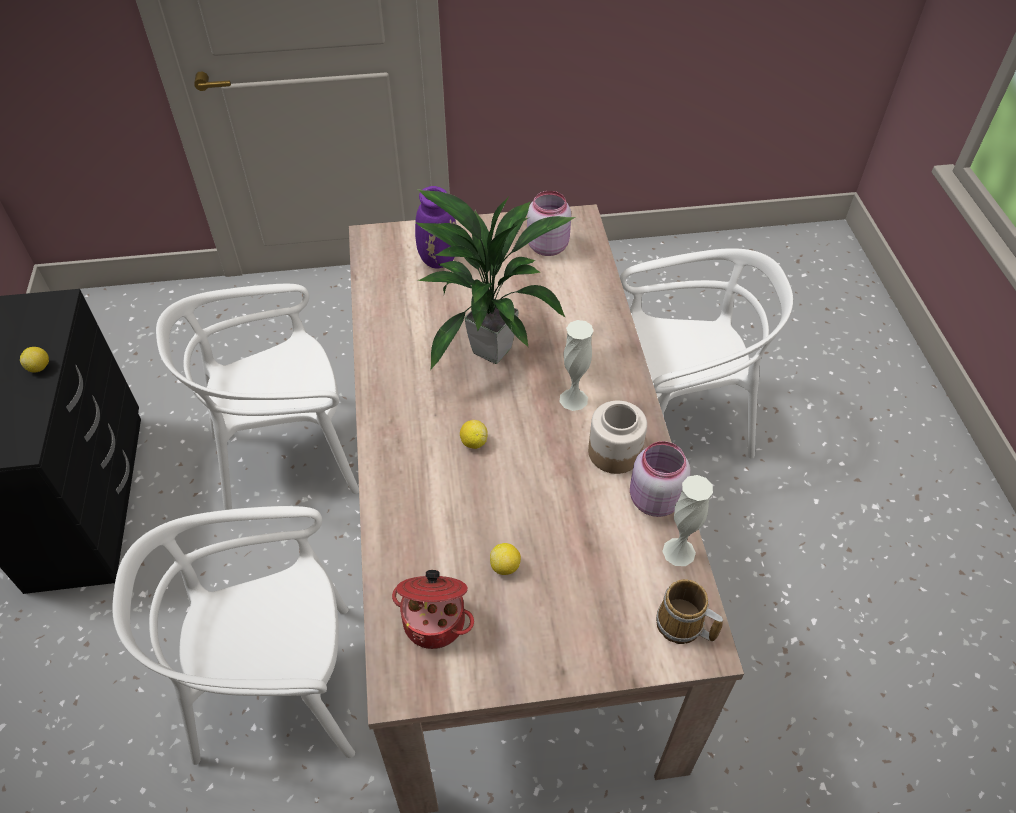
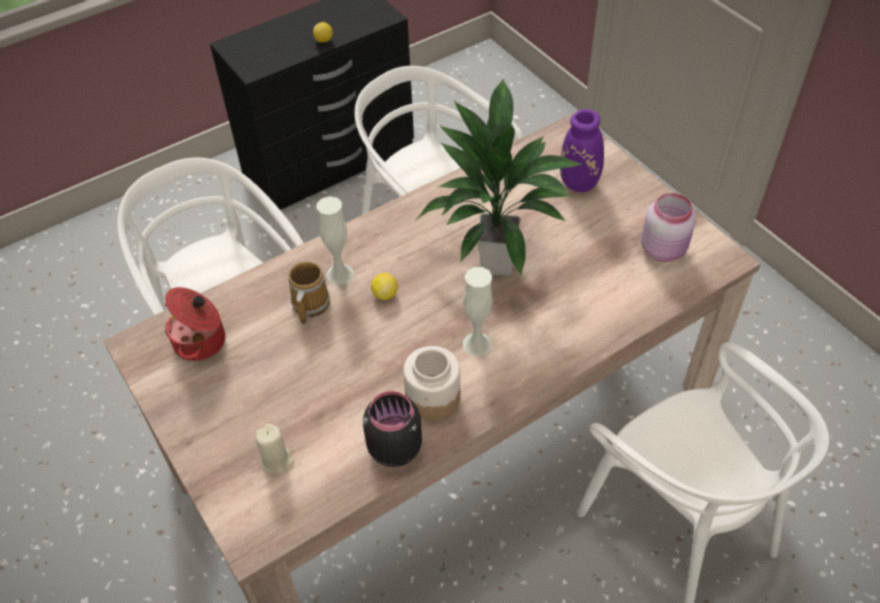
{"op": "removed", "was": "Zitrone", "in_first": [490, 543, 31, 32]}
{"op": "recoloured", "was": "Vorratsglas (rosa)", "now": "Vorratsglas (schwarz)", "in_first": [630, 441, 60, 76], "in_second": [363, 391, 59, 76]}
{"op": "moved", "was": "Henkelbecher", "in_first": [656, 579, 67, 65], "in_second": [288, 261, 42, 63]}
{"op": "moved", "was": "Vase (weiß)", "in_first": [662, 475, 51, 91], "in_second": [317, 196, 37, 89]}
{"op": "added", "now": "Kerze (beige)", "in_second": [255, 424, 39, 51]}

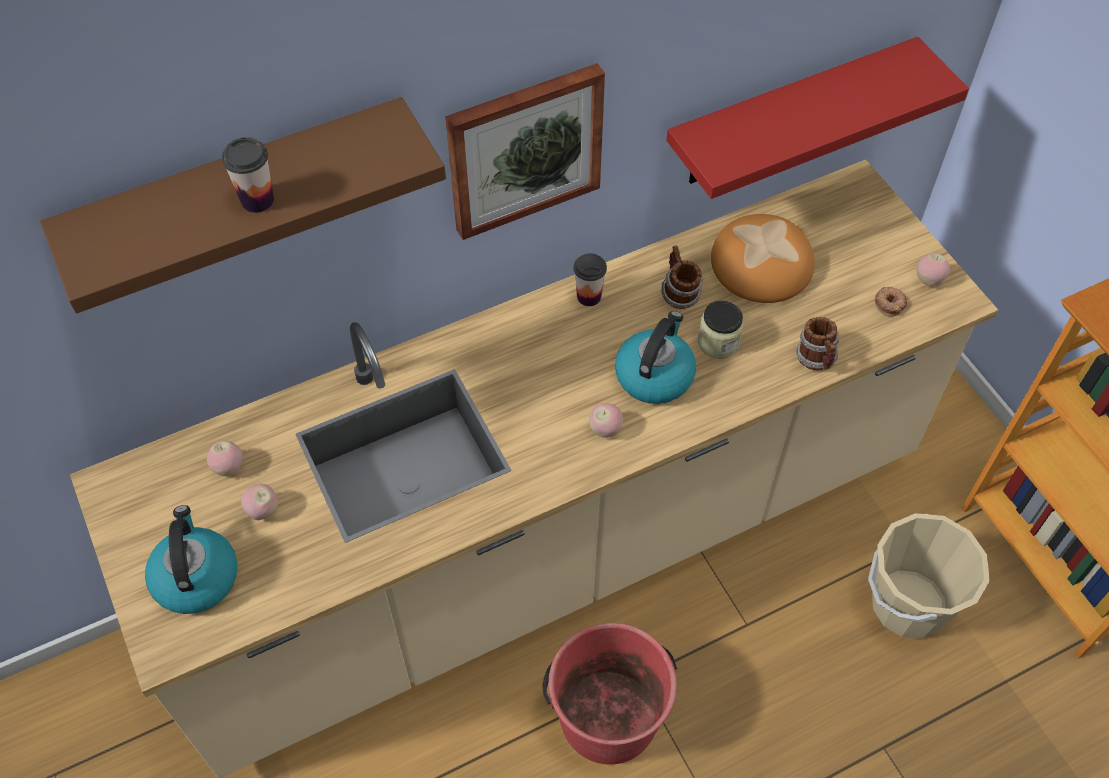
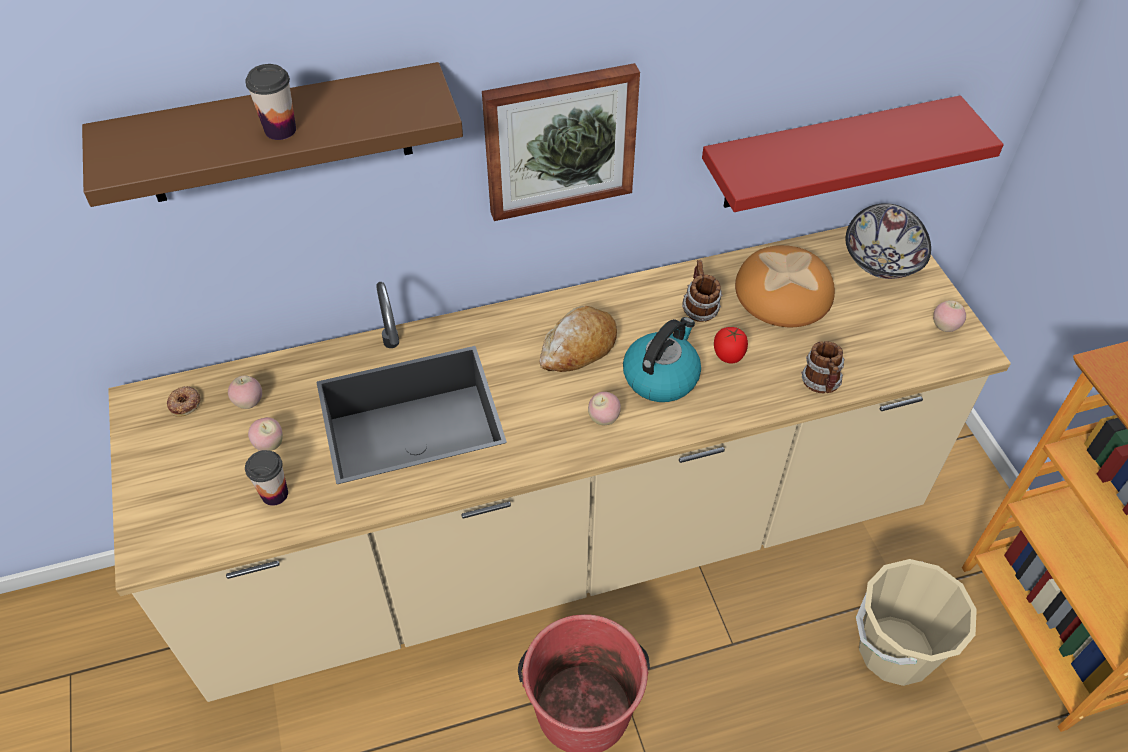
{"op": "removed", "was": "Wasserkessel", "in_first": [145, 505, 92, 109]}
{"op": "moved", "was": "Tasse", "in_first": [574, 253, 33, 53], "in_second": [245, 450, 43, 56]}
{"op": "replaced", "was": "Vorratsglas", "now": "Tomate", "in_first": [698, 301, 46, 58], "in_second": [714, 327, 34, 37]}
{"op": "moved", "was": "Donut", "in_first": [875, 287, 32, 30], "in_second": [167, 386, 34, 31]}
{"op": "added", "now": "Brot", "in_second": [539, 306, 78, 66]}
{"op": "added", "now": "Schüssel", "in_second": [846, 203, 85, 76]}

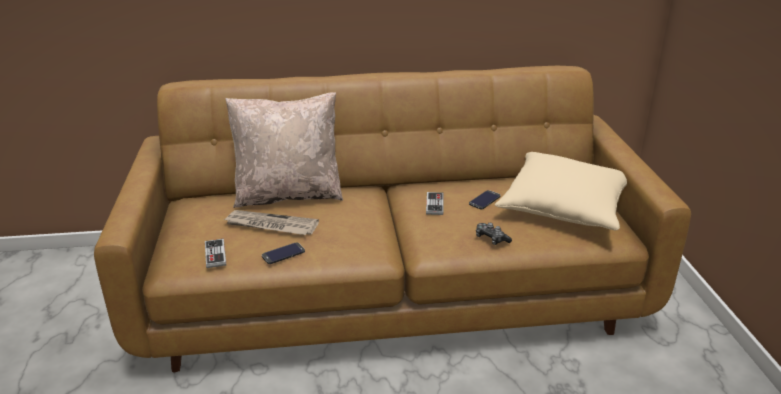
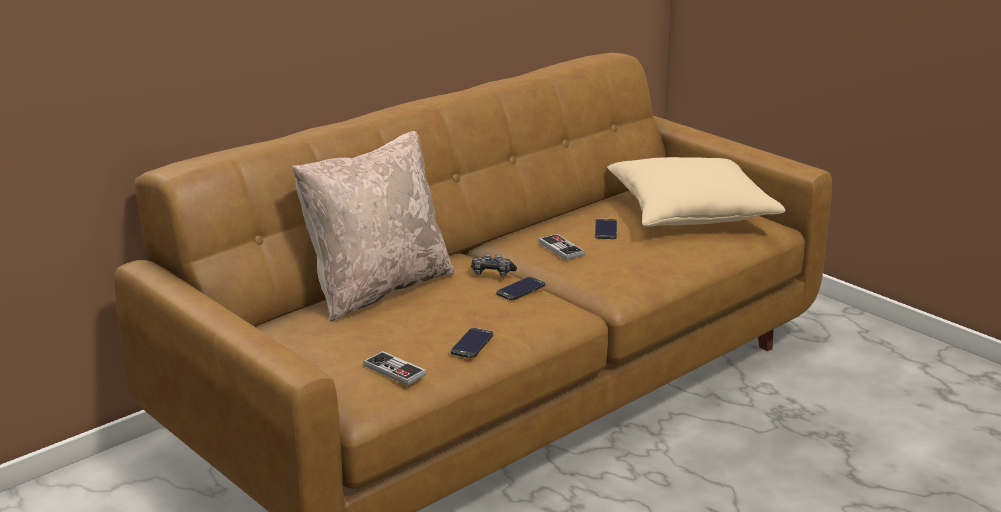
{"op": "removed", "was": "Zeitung", "in_first": [223, 210, 96, 25]}
{"op": "moved", "was": "Gamepad", "in_first": [476, 223, 36, 22], "in_second": [471, 253, 46, 24]}
{"op": "added", "now": "Handy", "in_second": [496, 277, 50, 23]}

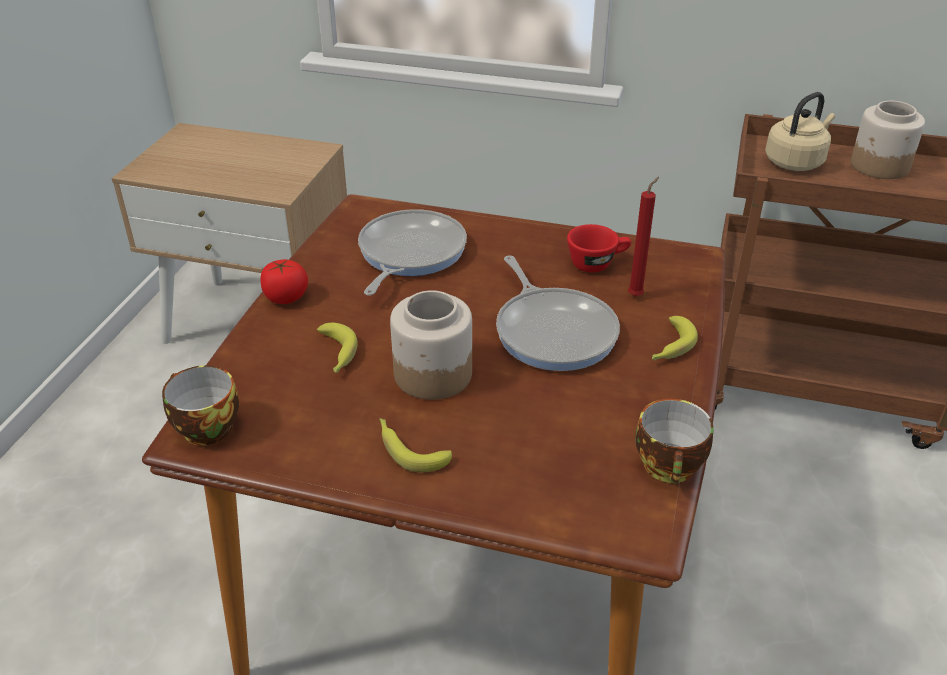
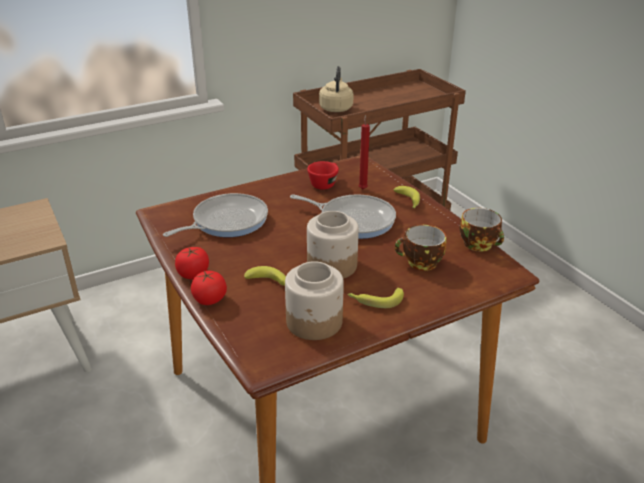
{"op": "moved", "was": "Tasse", "in_first": [162, 365, 77, 81], "in_second": [395, 225, 51, 46]}
{"op": "turned", "was": "Pfanne", "in_first": [358, 209, 109, 86], "in_second": [163, 193, 105, 44], "clockwise": 75}
{"op": "moved", "was": "Vorratsglas", "in_first": [851, 101, 74, 78], "in_second": [285, 261, 59, 79]}
{"op": "added", "now": "Tomate", "in_second": [191, 271, 36, 34]}

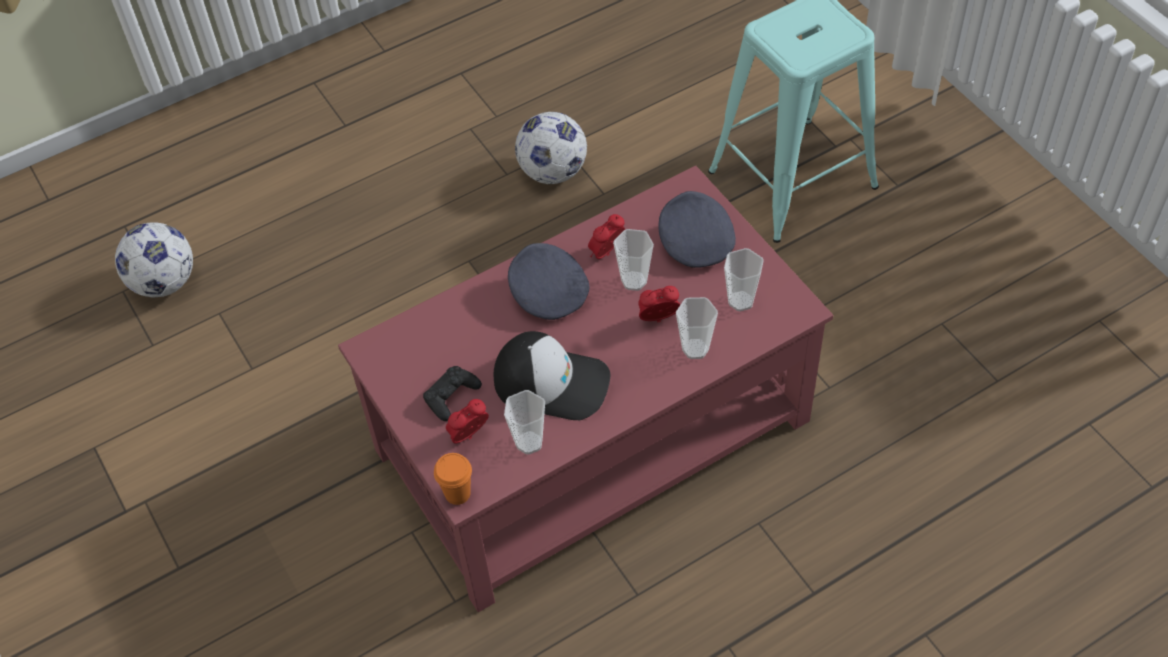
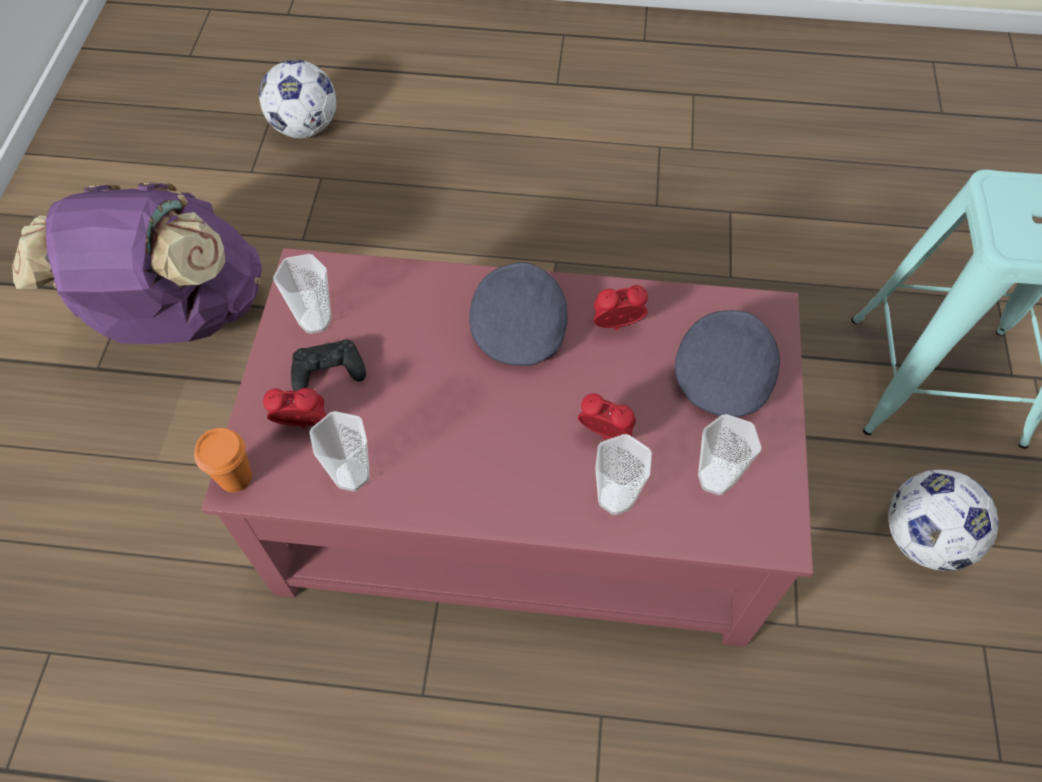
{"op": "removed", "was": "Kappe", "in_first": [494, 331, 116, 89]}
{"op": "moved", "was": "Fußball", "in_first": [515, 112, 72, 72], "in_second": [888, 469, 110, 102]}
{"op": "moved", "was": "Tasse", "in_first": [613, 229, 41, 62], "in_second": [273, 254, 58, 80]}
{"op": "added", "now": "Rucksack (lila)", "in_second": [12, 182, 250, 162]}

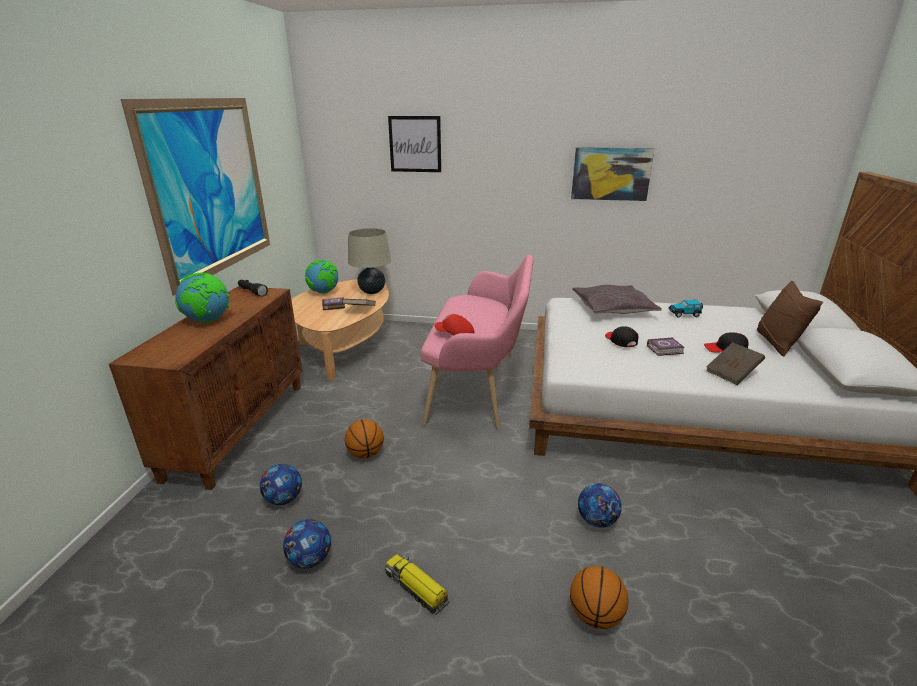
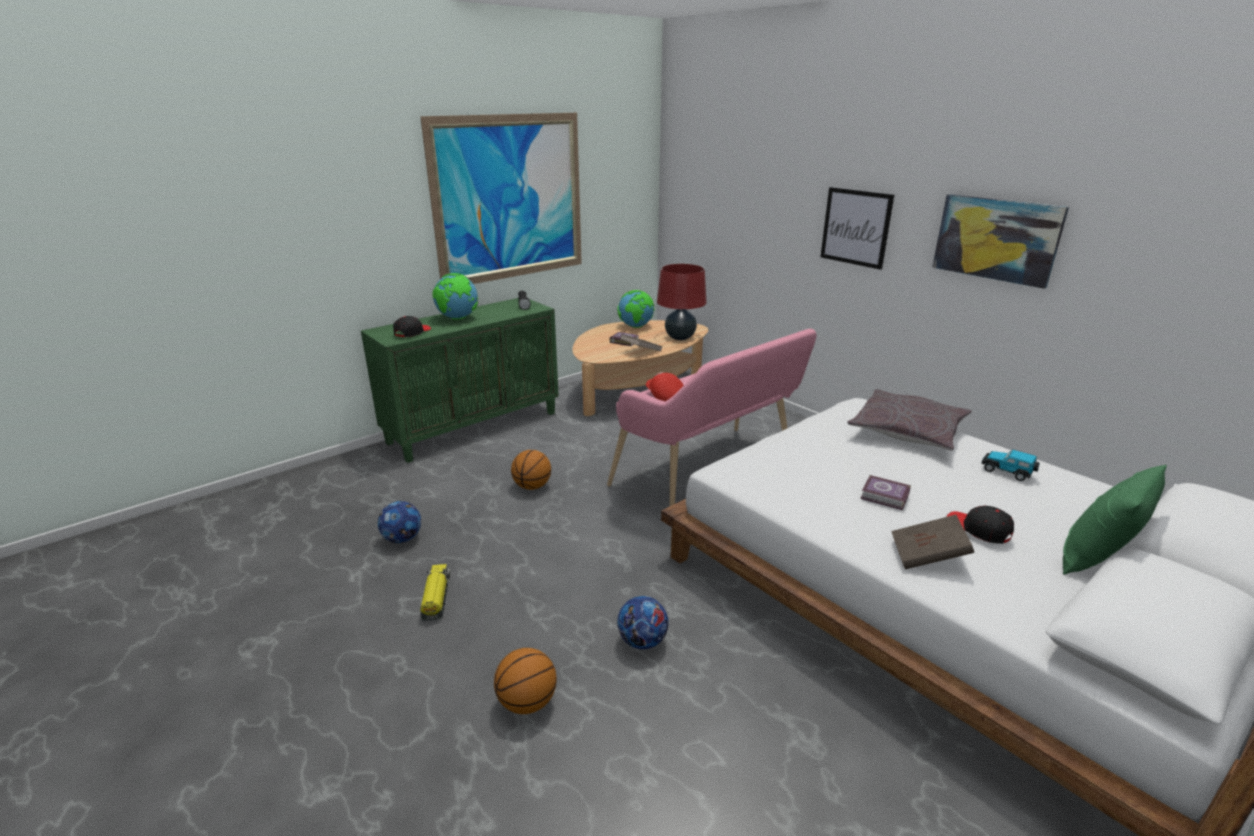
{"op": "recoloured", "was": "Schrank (braun)", "now": "Schrank (grün)", "in_first": [109, 286, 194, 204], "in_second": [361, 298, 198, 165]}
{"op": "removed", "was": "Fußball", "in_first": [260, 464, 42, 41]}
{"op": "recoloured", "was": "Tischlampe (beige)", "now": "Tischlampe (rot)", "in_first": [348, 228, 43, 66], "in_second": [657, 263, 49, 77]}
{"op": "moved", "was": "Bild", "in_first": [388, 116, 53, 56], "in_second": [821, 187, 73, 83]}
{"op": "moved", "was": "Kappe (schwarz)", "in_first": [605, 326, 33, 21], "in_second": [393, 316, 38, 21]}
{"op": "recoloured", "was": "Kissen (braun)", "now": "Kissen (grün)", "in_first": [757, 281, 66, 75], "in_second": [1063, 465, 104, 110]}

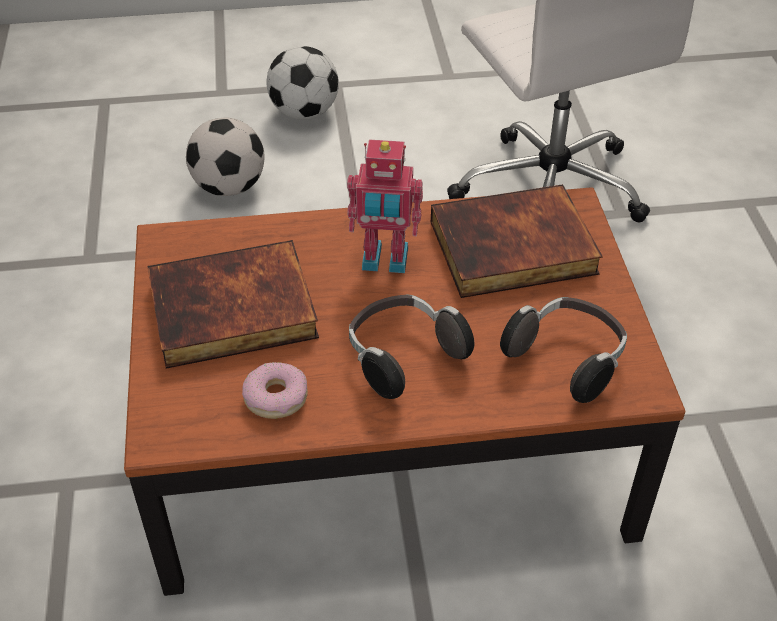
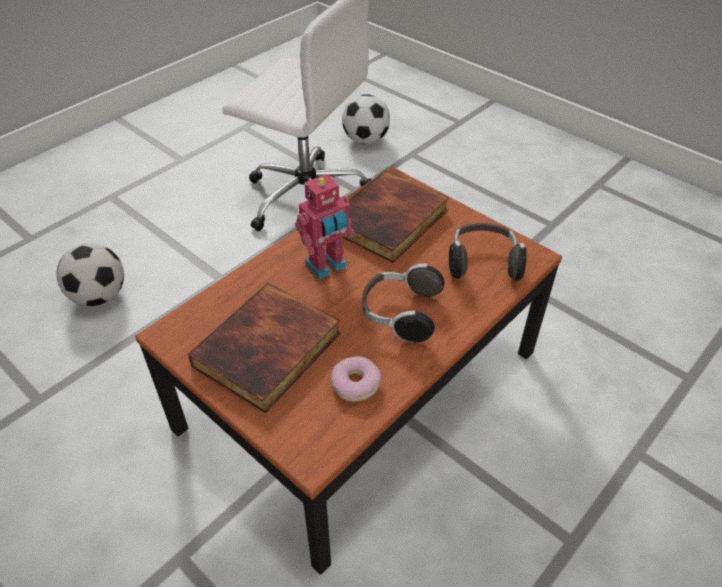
{"op": "moved", "was": "Fußball", "in_first": [267, 46, 72, 74], "in_second": [342, 94, 48, 50]}

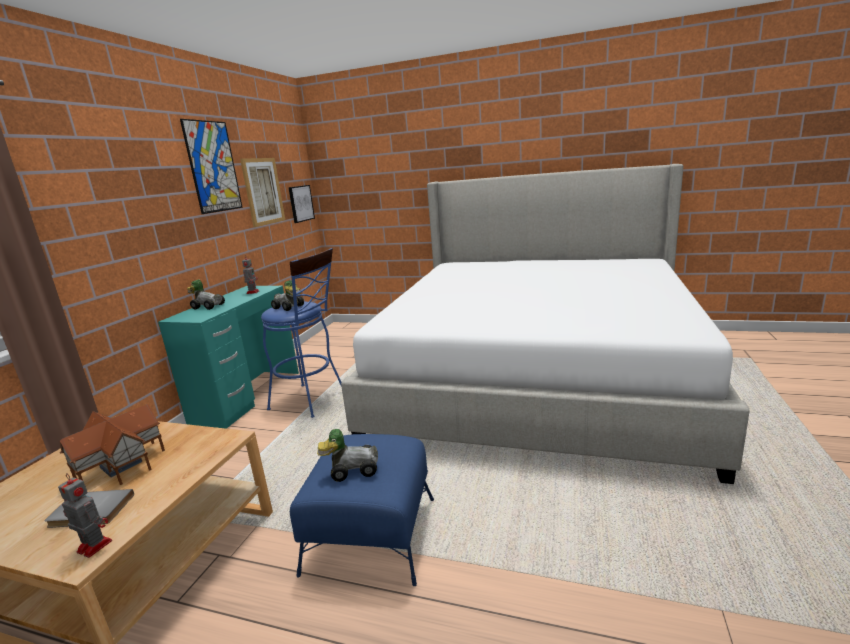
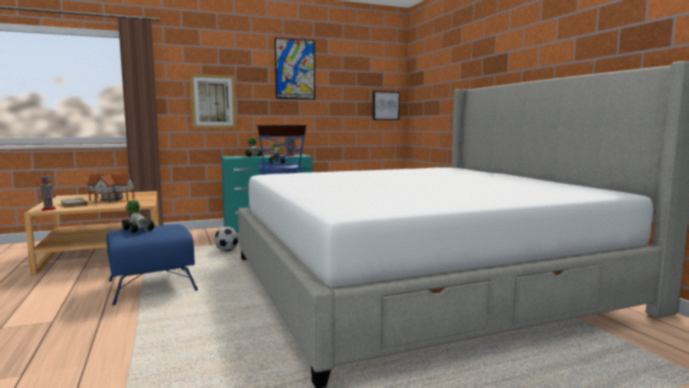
{"op": "moved", "was": "Bild", "in_first": [240, 158, 45, 69], "in_second": [190, 74, 47, 54]}
{"op": "added", "now": "Fußball", "in_second": [215, 227, 24, 24]}

